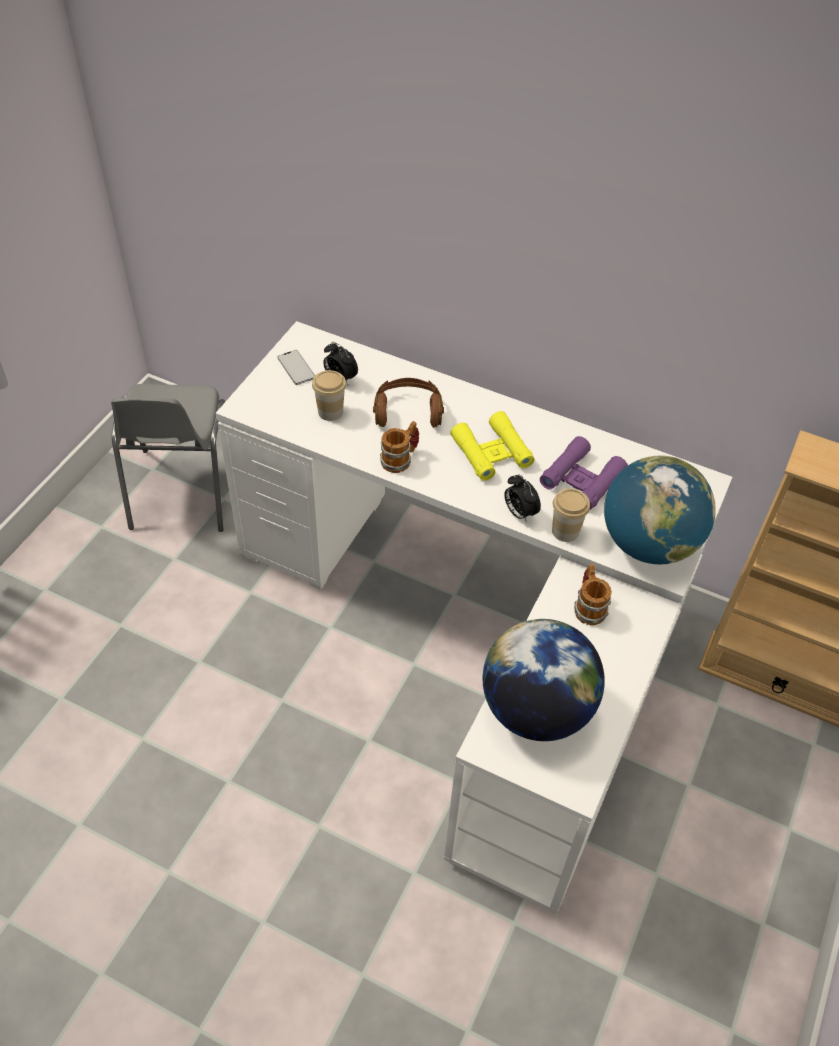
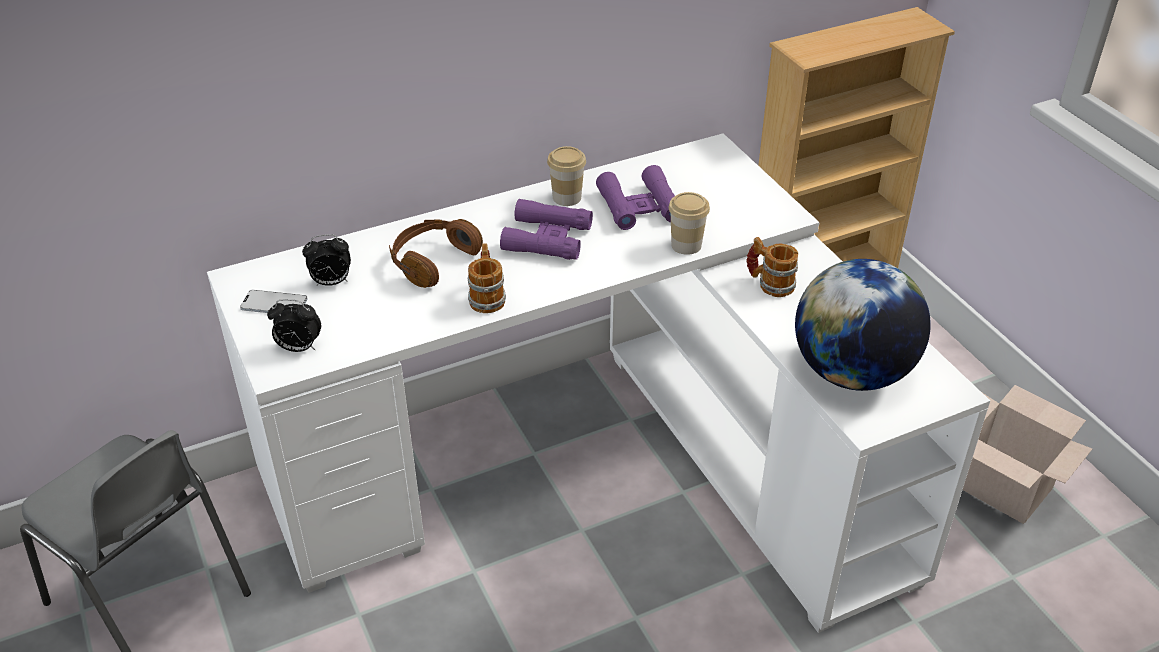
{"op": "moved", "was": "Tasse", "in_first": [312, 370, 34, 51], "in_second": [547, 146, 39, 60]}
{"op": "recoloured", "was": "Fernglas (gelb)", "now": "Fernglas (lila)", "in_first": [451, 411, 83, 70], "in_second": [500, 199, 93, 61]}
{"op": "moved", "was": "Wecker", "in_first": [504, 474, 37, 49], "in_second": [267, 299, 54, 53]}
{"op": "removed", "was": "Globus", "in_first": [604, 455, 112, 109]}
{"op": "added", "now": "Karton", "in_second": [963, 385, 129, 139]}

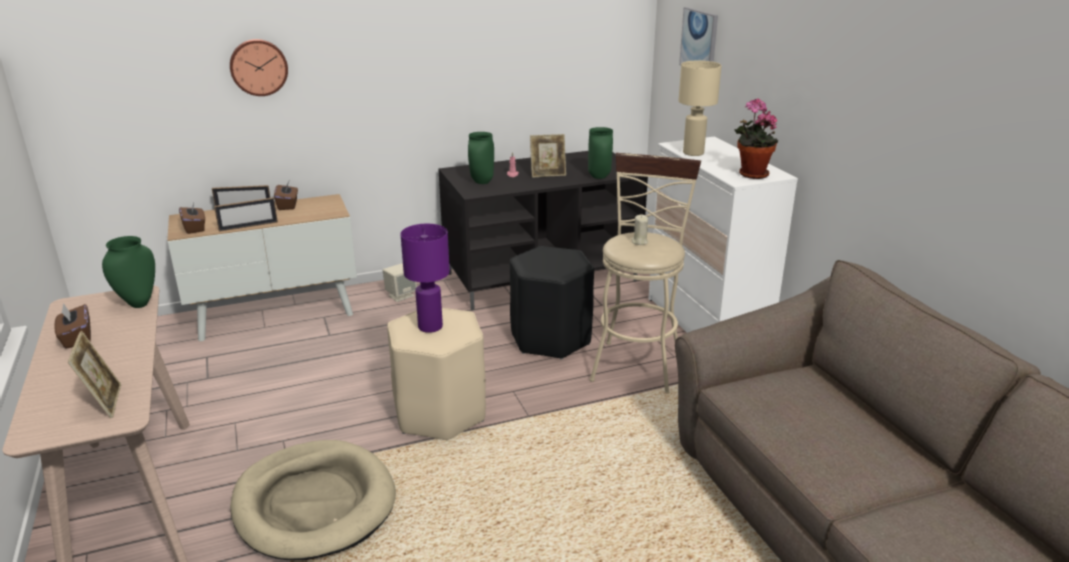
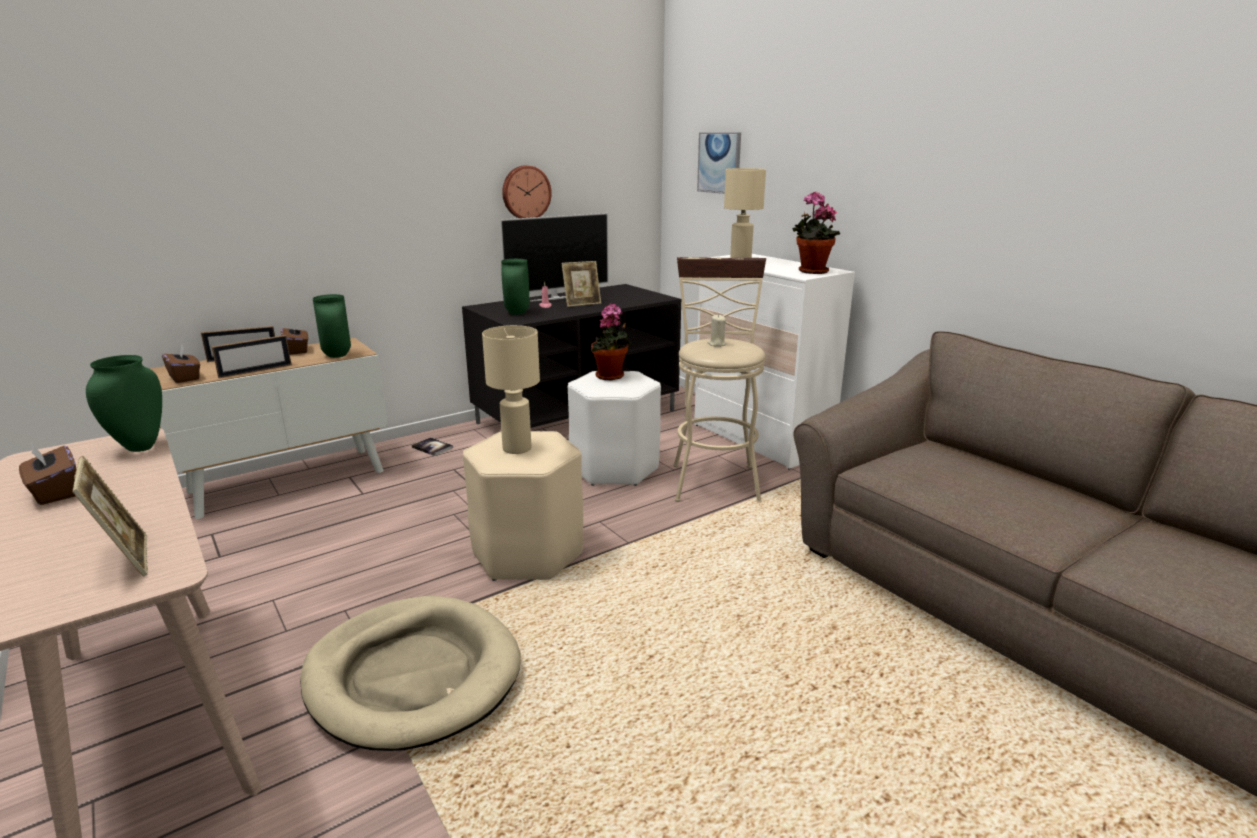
{"op": "moved", "was": "Wanduhr", "in_first": [230, 39, 58, 57], "in_second": [502, 165, 50, 53]}
{"op": "replaced", "was": "Lautsprecher (beige)", "now": "Buch", "in_first": [383, 263, 34, 39], "in_second": [411, 437, 42, 19]}
{"op": "recoloured", "was": "Tischlampe (lila)", "now": "Tischlampe (beige)", "in_first": [400, 224, 50, 109], "in_second": [482, 325, 58, 129]}
{"op": "recoloured", "was": "Hocker (schwarz)", "now": "Hocker (weiß)", "in_first": [510, 246, 84, 114], "in_second": [568, 371, 93, 115]}
{"op": "moved", "was": "Vase (grün)", "in_first": [588, 127, 25, 52], "in_second": [313, 294, 38, 64]}
{"op": "added", "now": "Fernseher", "in_second": [500, 213, 109, 89]}
{"op": "added", "now": "Topfpflanze", "in_second": [591, 303, 40, 78]}

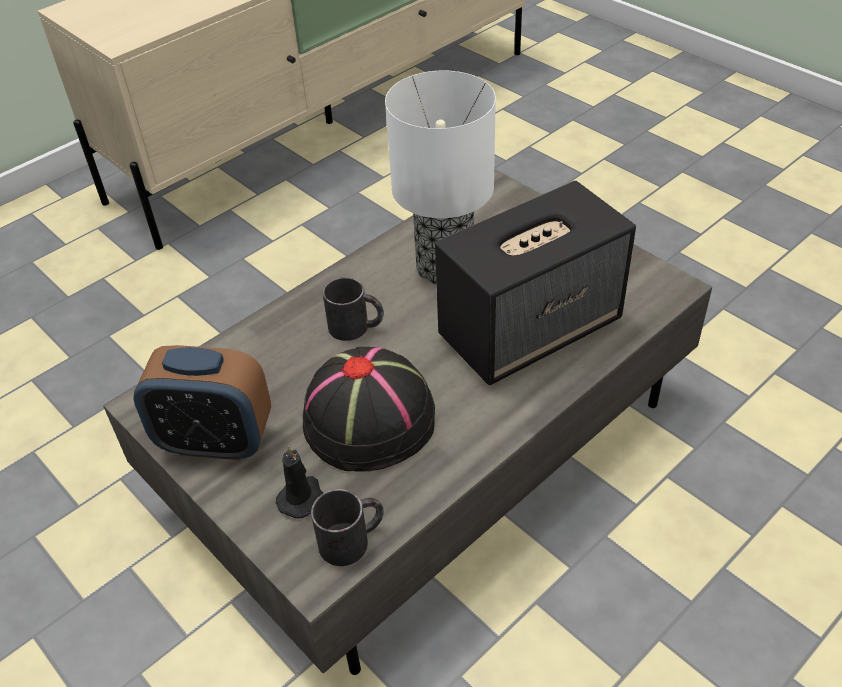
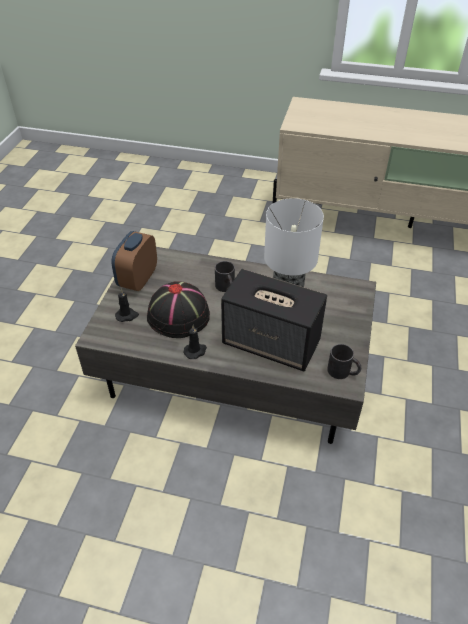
{"op": "turned", "was": "Wecker", "in_first": [133, 345, 138, 115], "in_second": [112, 231, 45, 60], "clockwise": 45}
{"op": "moved", "was": "Henkelbecher (schwarz)", "in_first": [311, 489, 73, 77], "in_second": [327, 344, 34, 35]}
{"op": "added", "now": "Kerze (schwarz)", "in_second": [184, 325, 23, 34]}

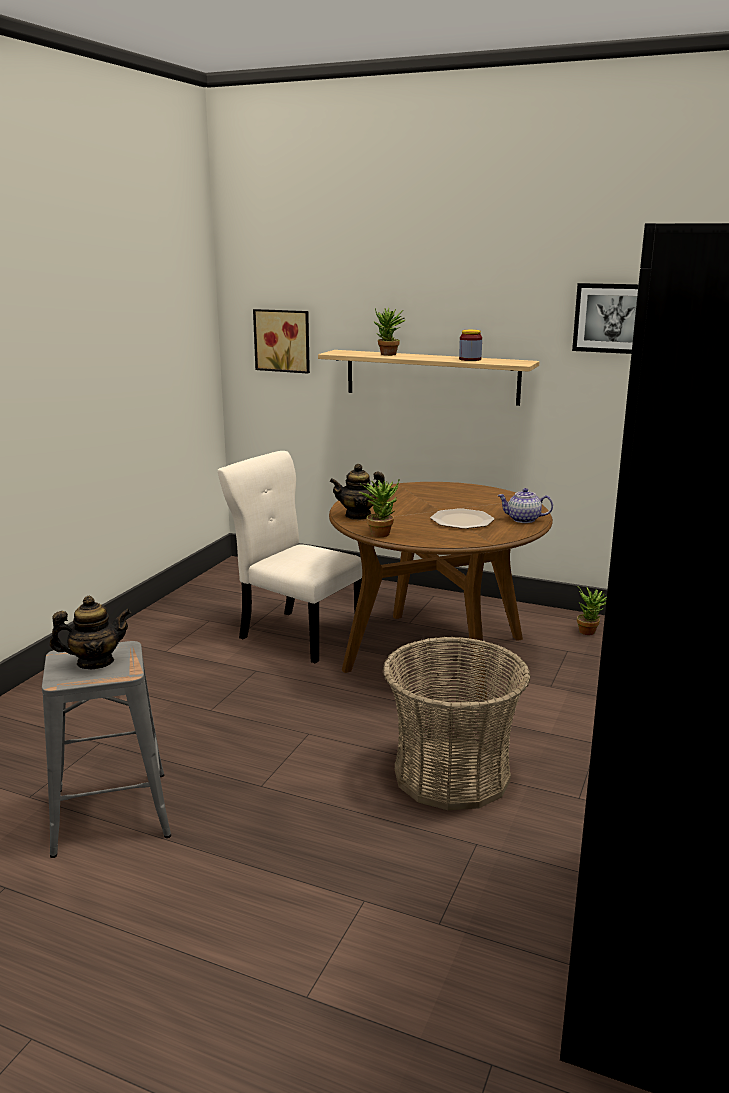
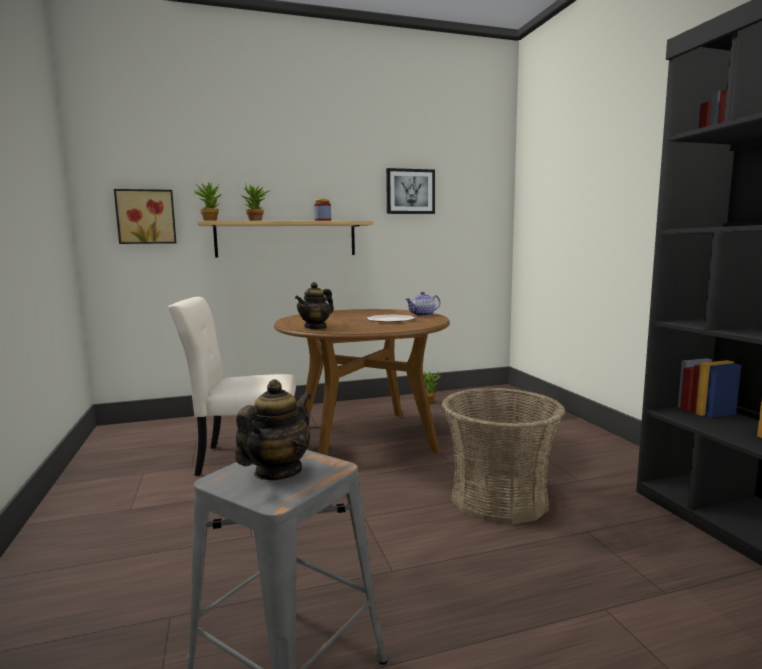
{"op": "moved", "was": "Topfpflanze", "in_first": [360, 479, 40, 58], "in_second": [194, 182, 28, 39]}

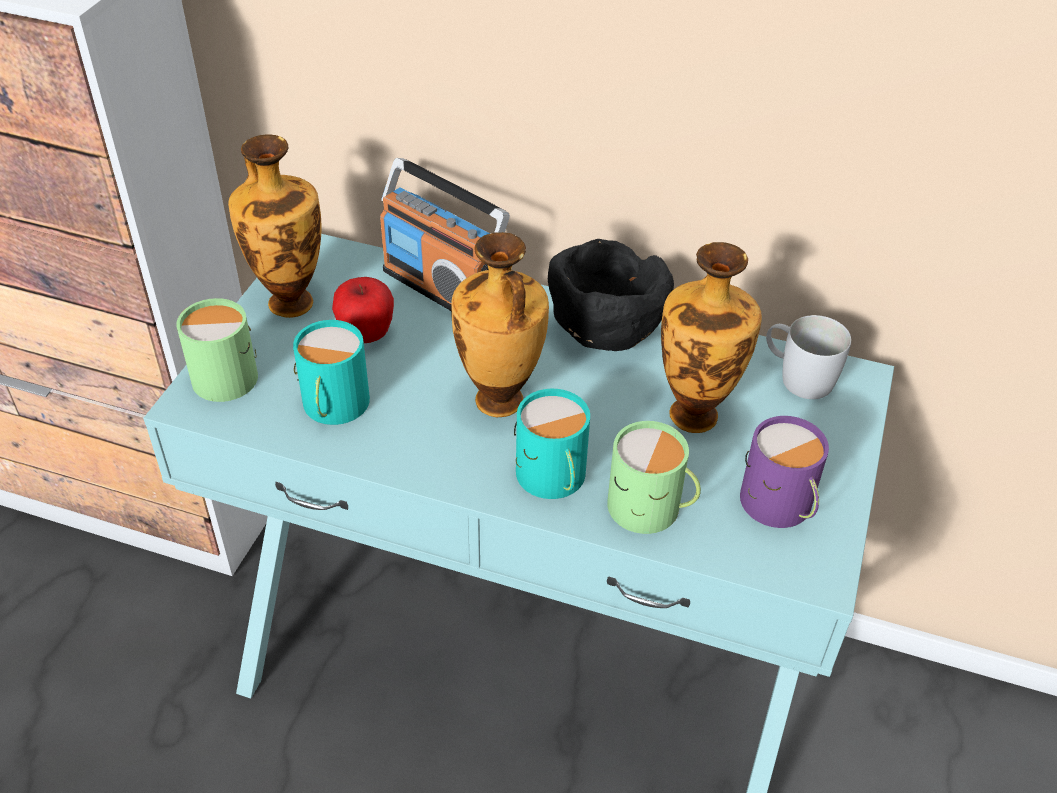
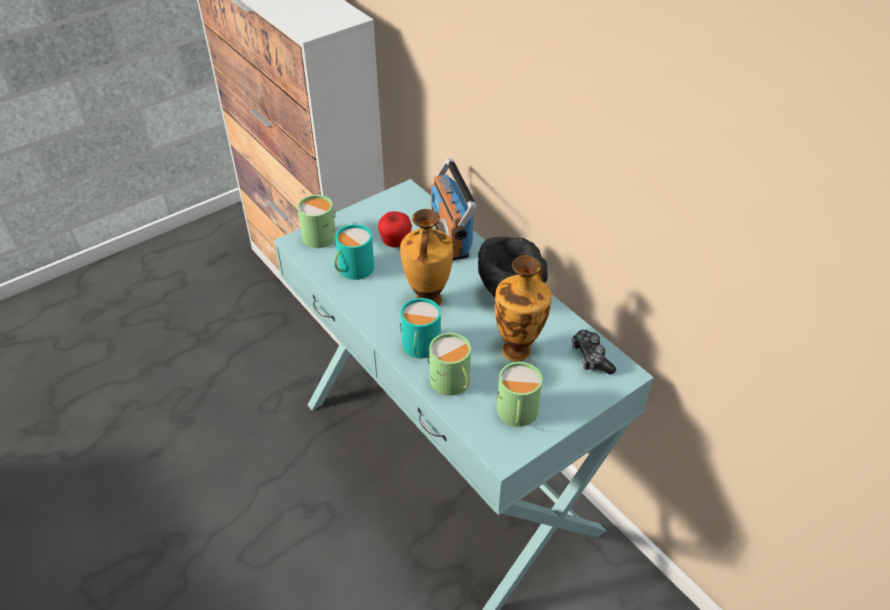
{"op": "removed", "was": "Vase", "in_first": [228, 134, 94, 184]}
{"op": "recoloured", "was": "Henkelbecher (lila)", "now": "Henkelbecher (grün)", "in_first": [740, 416, 89, 112], "in_second": [496, 362, 46, 65]}
{"op": "replaced", "was": "Henkelbecher (weiß)", "now": "Gamepad", "in_first": [766, 315, 85, 84], "in_second": [572, 330, 44, 45]}

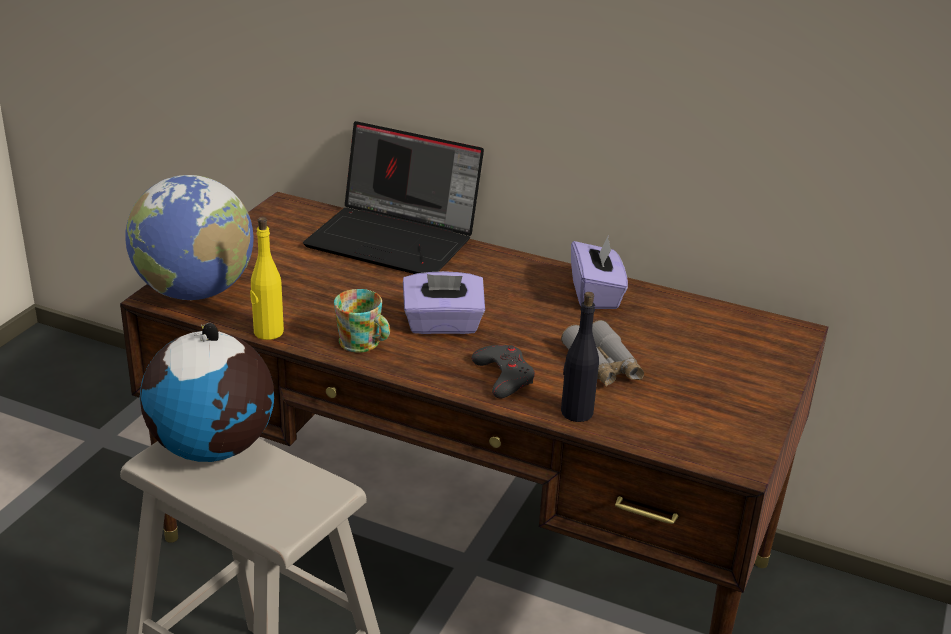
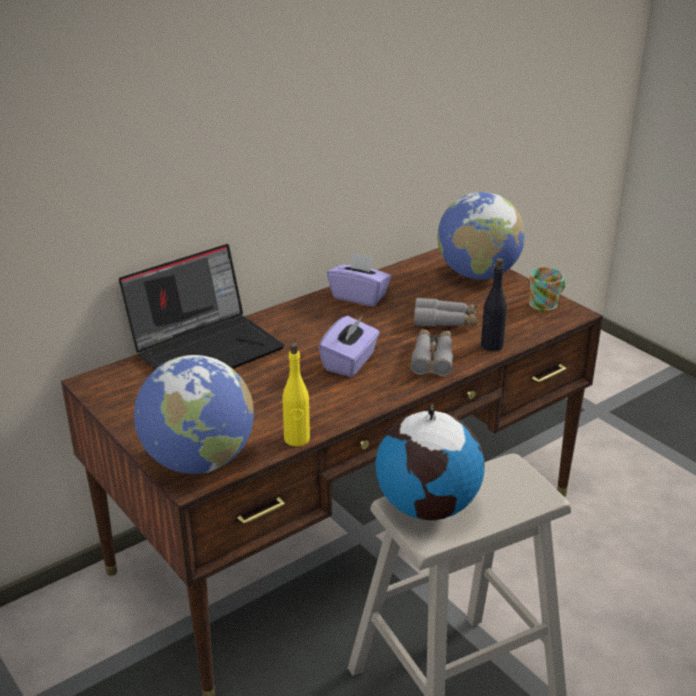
{"op": "moved", "was": "Henkelbecher", "in_first": [334, 289, 56, 64], "in_second": [529, 267, 37, 44]}
{"op": "replaced", "was": "Gamepad (grau)", "now": "Fernglas (grau)", "in_first": [471, 345, 64, 54], "in_second": [410, 329, 43, 47]}
{"op": "added", "now": "Globus", "in_second": [437, 192, 88, 87]}

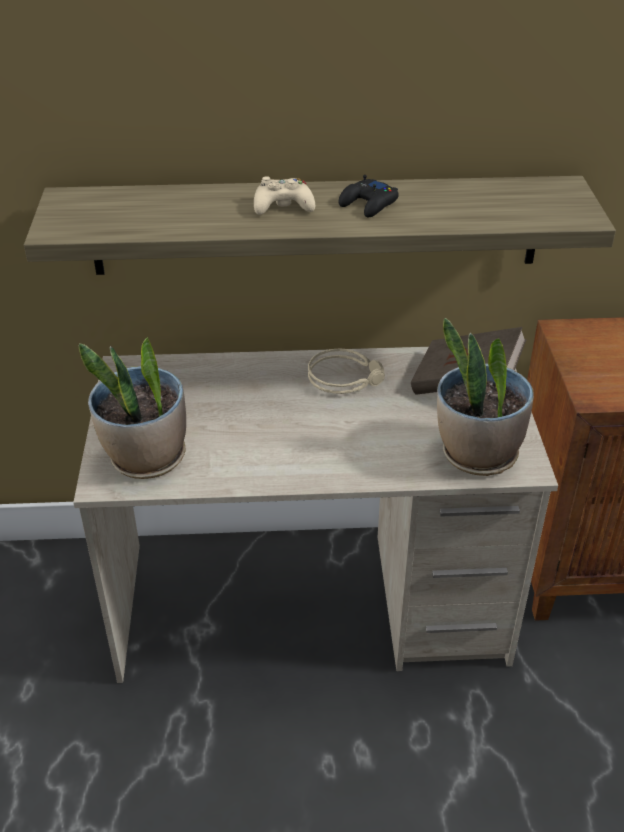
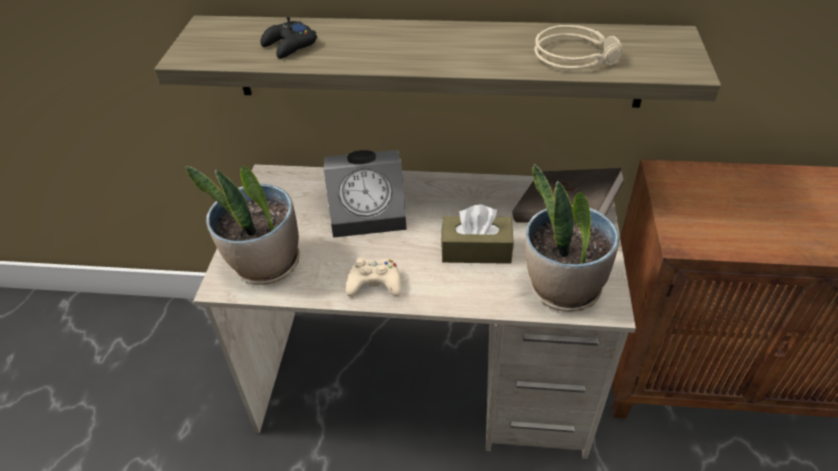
{"op": "moved", "was": "Gamepad (beige)", "in_first": [254, 176, 61, 39], "in_second": [346, 258, 55, 38]}
{"op": "moved", "was": "Kopfhörer (beige)", "in_first": [308, 349, 77, 45], "in_second": [535, 25, 87, 44]}
{"op": "moved", "was": "Gamepad (schwarz)", "in_first": [338, 175, 61, 42], "in_second": [260, 17, 57, 42]}
{"op": "added", "now": "Wecker", "in_second": [324, 150, 83, 88]}
{"op": "added", "now": "Taschentuchbox (braun)", "in_second": [441, 204, 73, 60]}

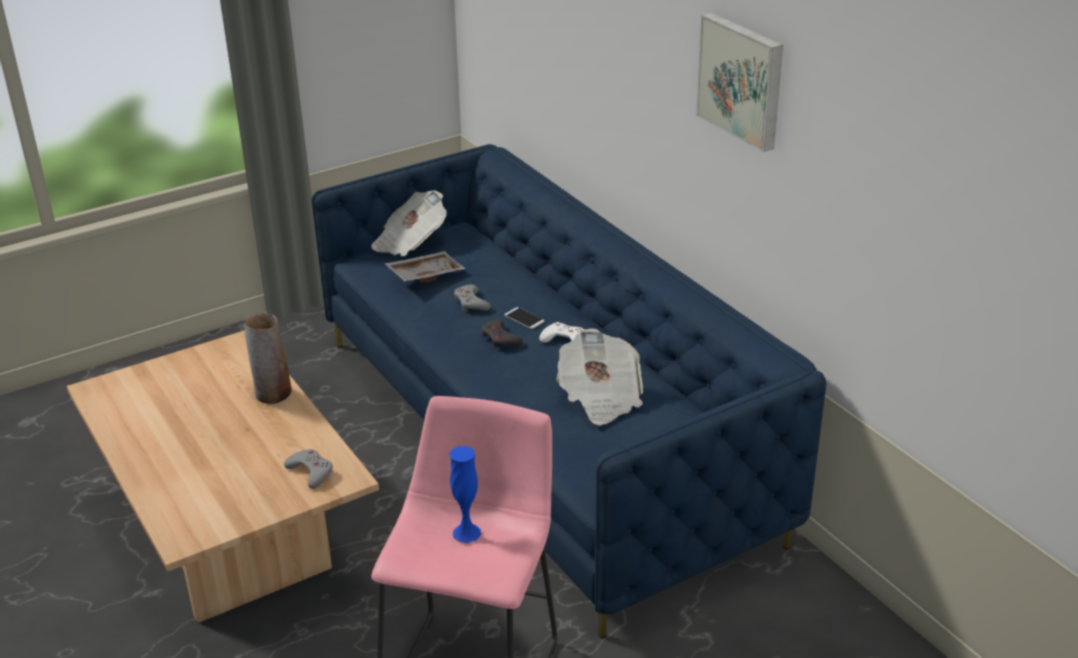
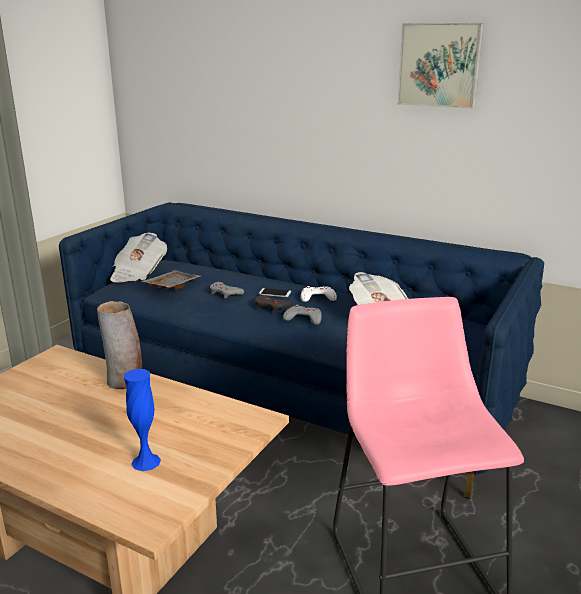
{"op": "moved", "was": "Gamepad (grau)", "in_first": [284, 449, 49, 40], "in_second": [283, 305, 39, 20]}
{"op": "moved", "was": "Vase (blau)", "in_first": [449, 446, 32, 97], "in_second": [124, 369, 37, 102]}

